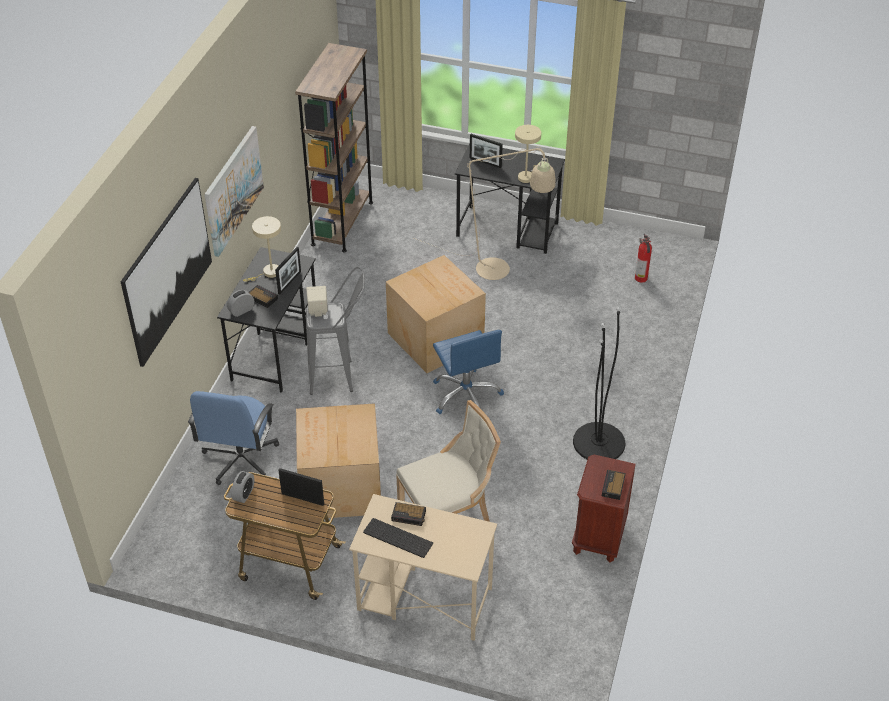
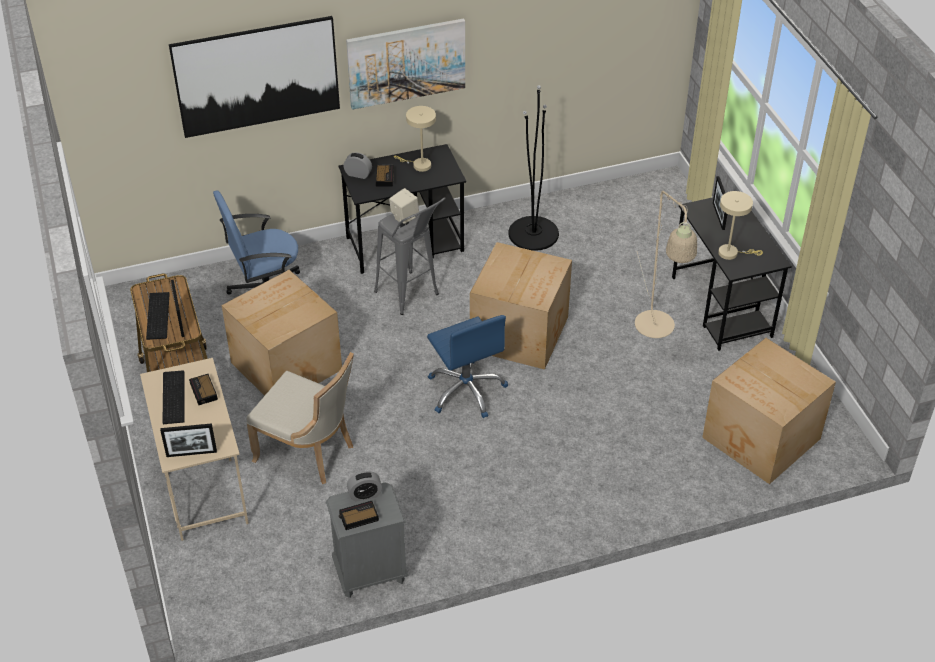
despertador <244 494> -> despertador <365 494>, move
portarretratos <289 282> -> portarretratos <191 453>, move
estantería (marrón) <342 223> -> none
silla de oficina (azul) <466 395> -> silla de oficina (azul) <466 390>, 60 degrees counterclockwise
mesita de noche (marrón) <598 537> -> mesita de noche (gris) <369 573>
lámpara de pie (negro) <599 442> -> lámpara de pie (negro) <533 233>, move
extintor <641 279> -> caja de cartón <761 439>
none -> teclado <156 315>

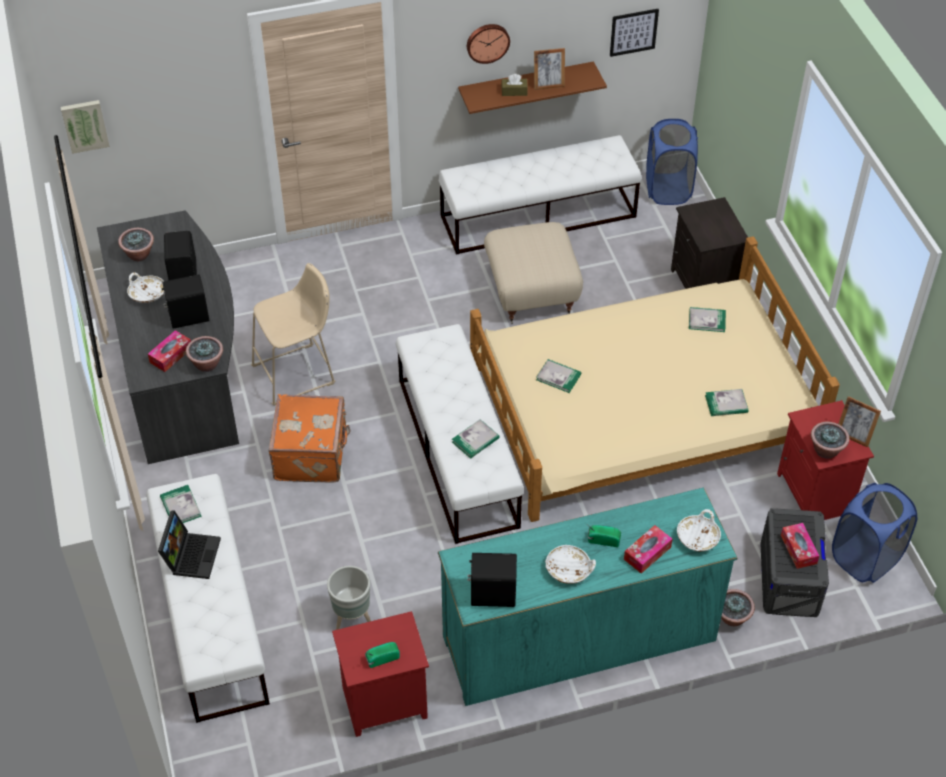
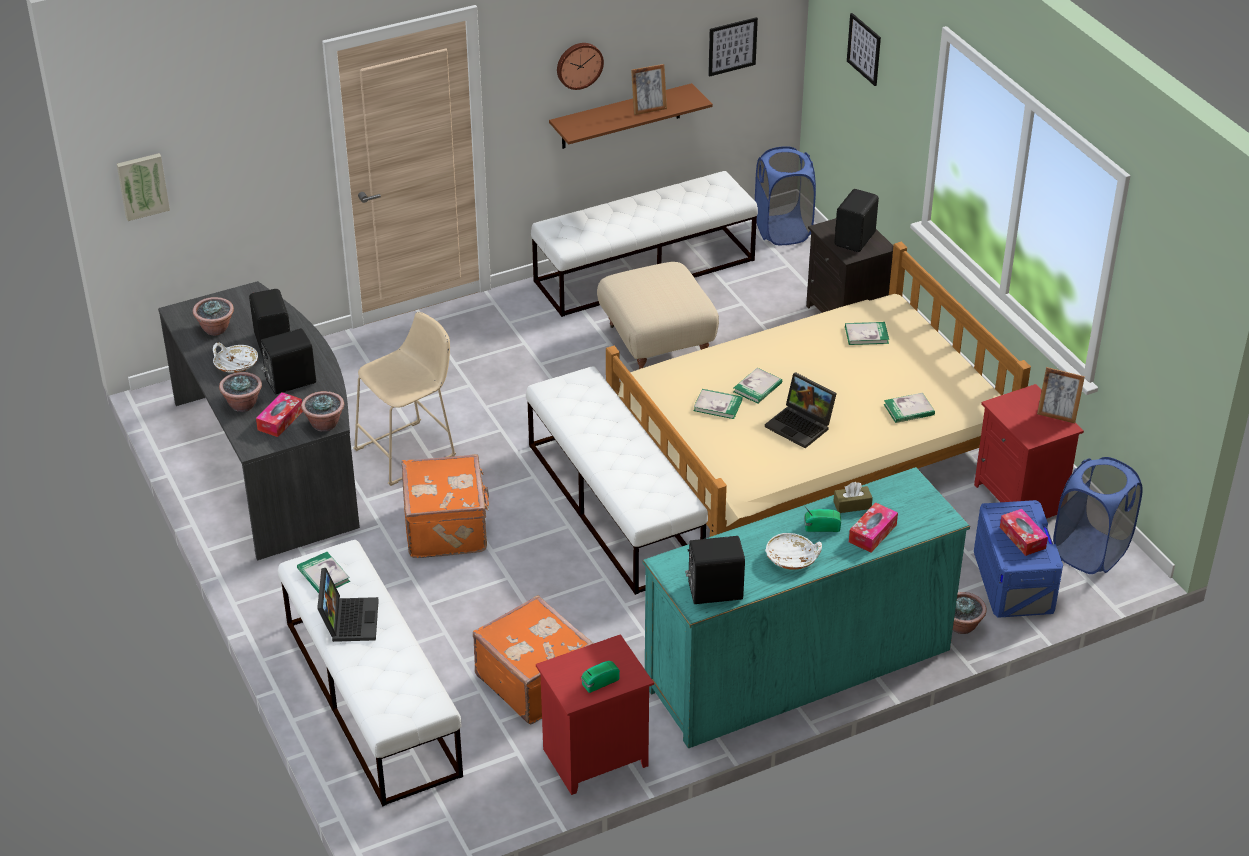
maceta (gris) <351 618> -> maleta (naranja) <535 681>
libro <475 440> -> libro <757 387>, move
caja de pañuelos (marrón) <514 91> -> caja de pañuelos (marrón) <852 505>, move
cuenco (blanco) <698 537> -> none
caja de almacenaje (gris) <789 577> -> caja de almacenaje (azul) <1013 580>
planta en maceta <826 450> -> planta en maceta <243 404>, move
none -> portátil <801 426>
none -> altavoz (negro) <856 239>
none -> cuadro <864 49>

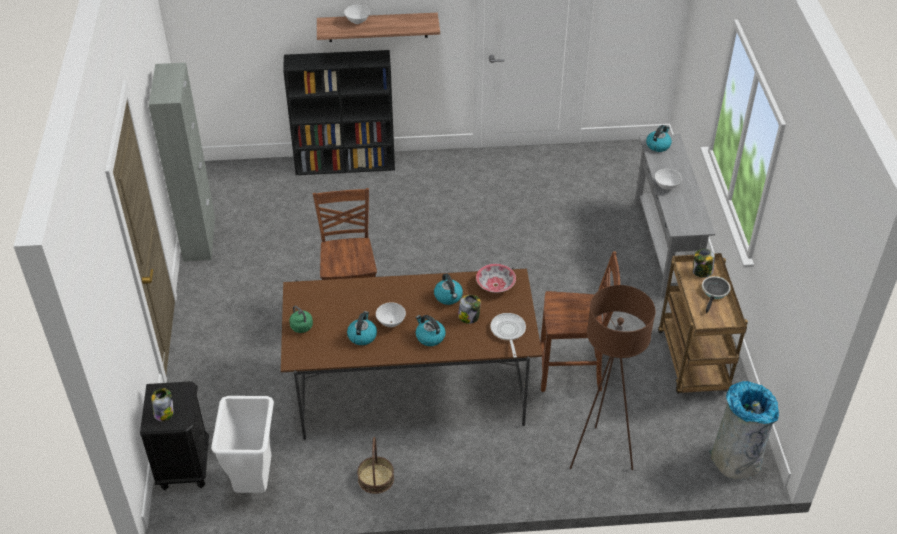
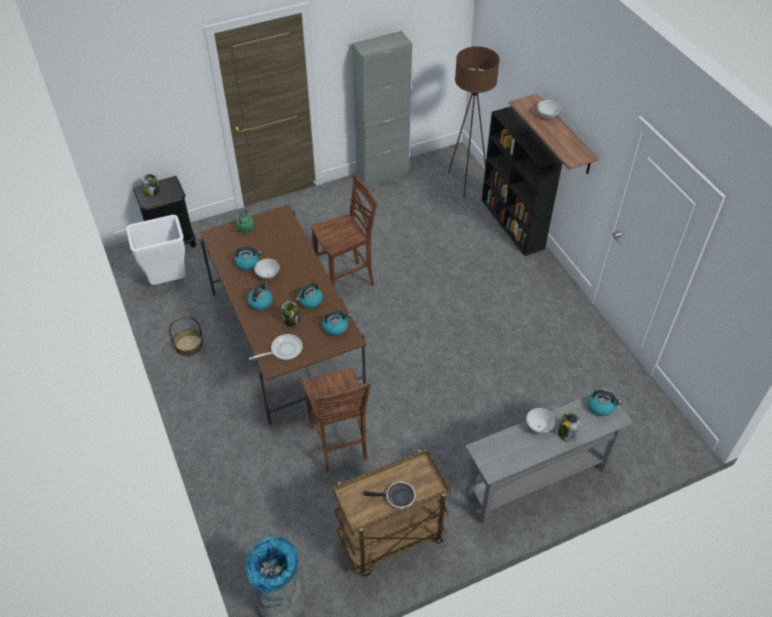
cuenco <495 285> -> hervidor <336 327>
lámpara de pie (marrón) <600 455> -> lámpara de pie (marrón) <466 182>, move
tarro <702 272> -> tarro <566 434>, move

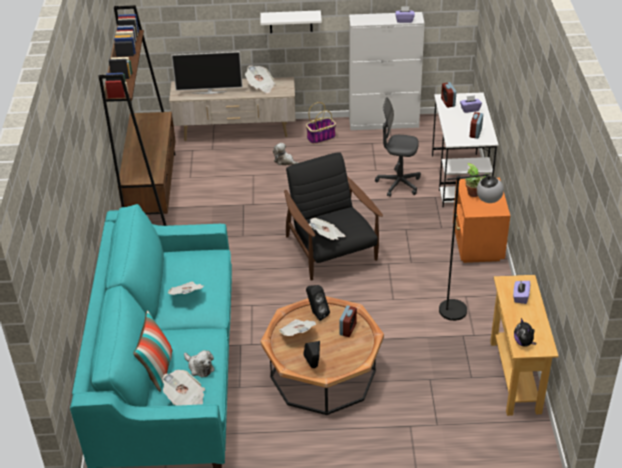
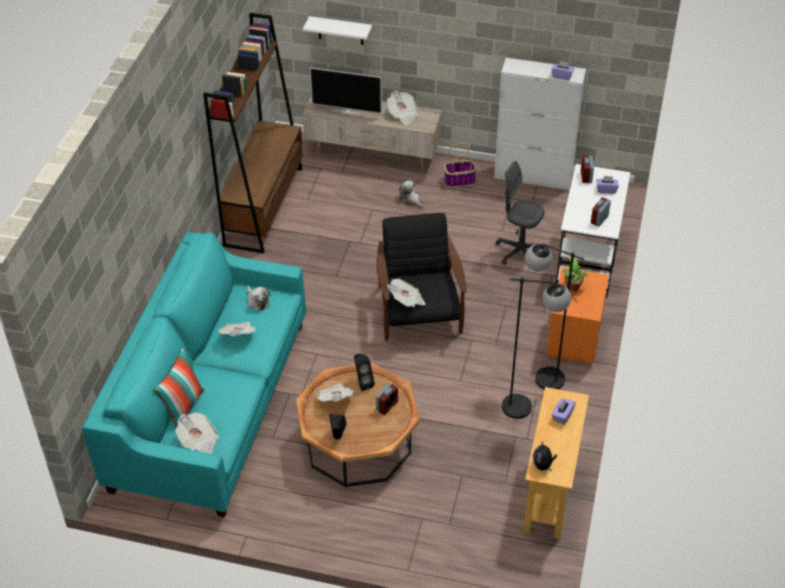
peluche <199 367> -> peluche <257 301>, move
estante (blanco) <291 21> -> estante (blanco) <340 30>, move
none -> lámpara de pie (negro) <540 375>

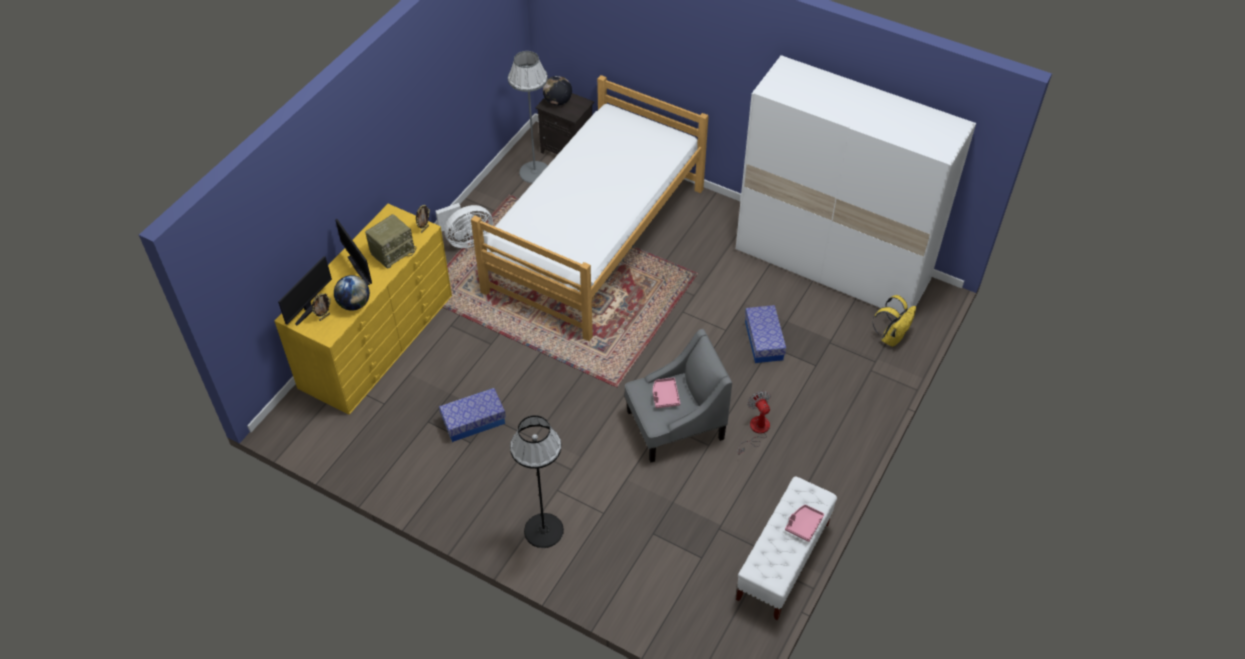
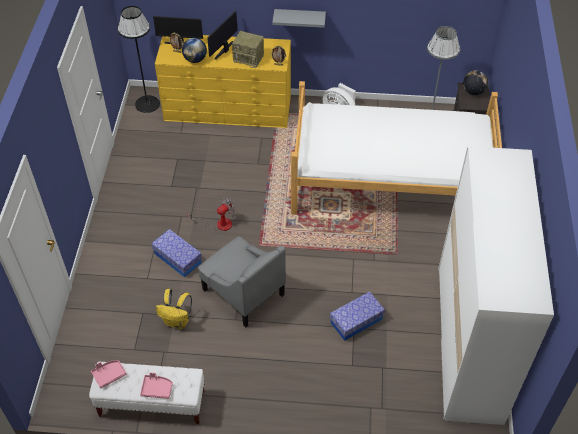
caja de almacenaje <473 421> -> caja de almacenaje <177 258>, move
lámpara de pie (negro) <543 530> -> lámpara de pie (negro) <147 104>, move
bandeja (rosa) <665 396> -> bandeja (rosa) <109 375>, move
ventilador <756 431> -> ventilador <218 224>, move
mochila (amarillo) <891 337> -> mochila (amarillo) <177 321>, move
none -> estante (gris) <299 18>

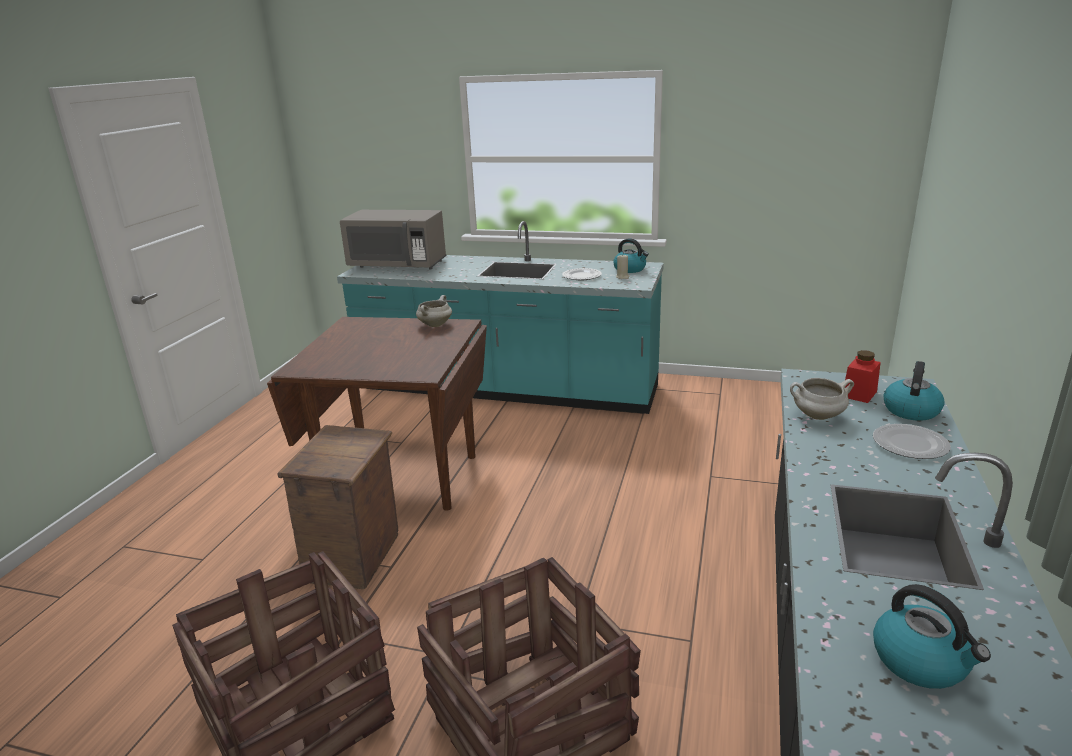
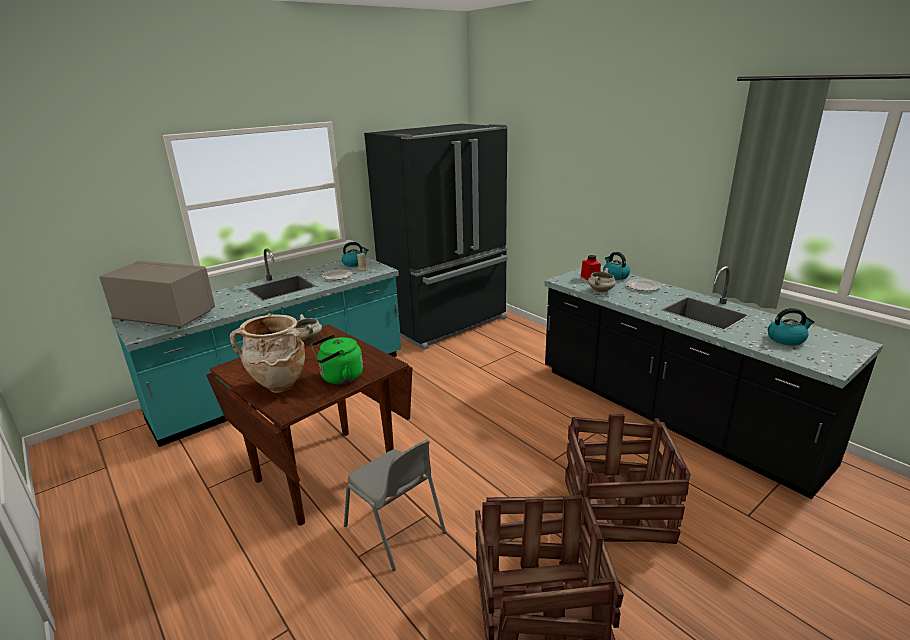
caja de embalaje <354 557> -> silla (gris) <396 529>
microondas (gris) <397 265> -> microondas (gris) <165 317>, 120 degrees counterclockwise
none -> florero (beis) <279 387>
none -> hervidor (verde) <339 377>
none -> nevera (negro) <447 323>

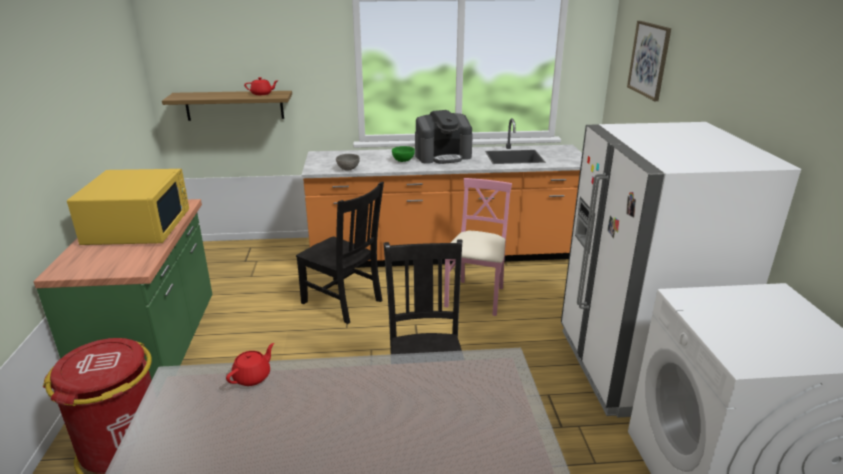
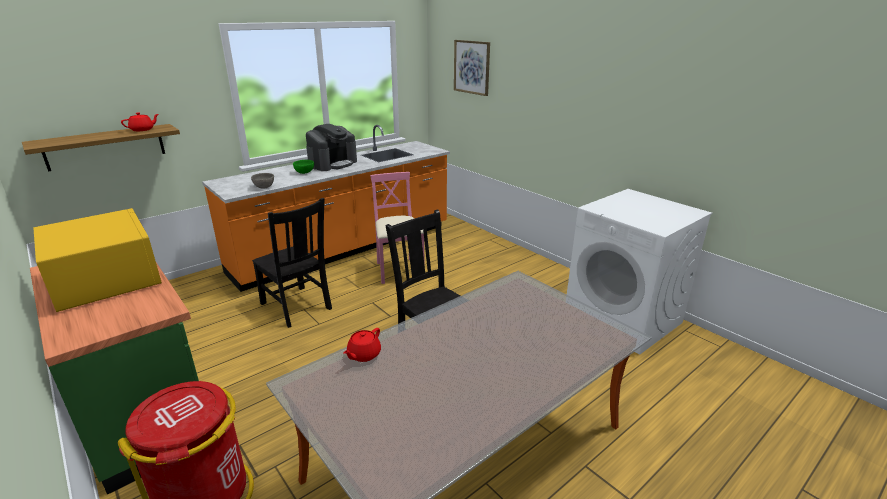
tetera (rojo) <253 377> -> tetera (rojo) <363 355>, 150 degrees counterclockwise
silla (negro) <344 302> -> silla (negro) <297 307>, 45 degrees clockwise
nevera (blanco) <635 368> -> none

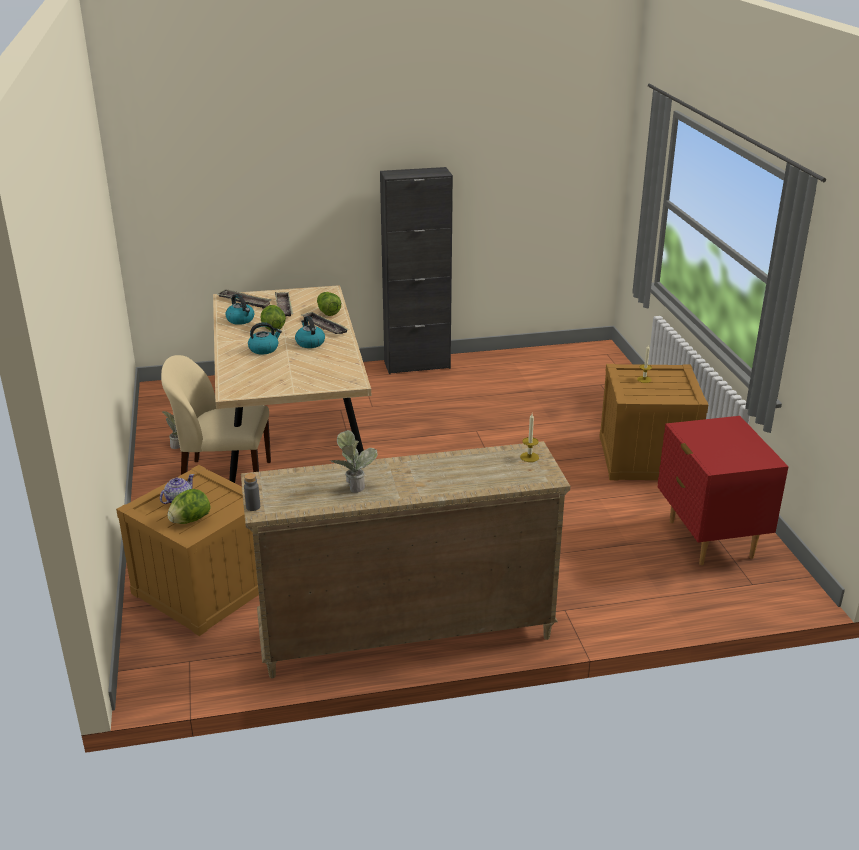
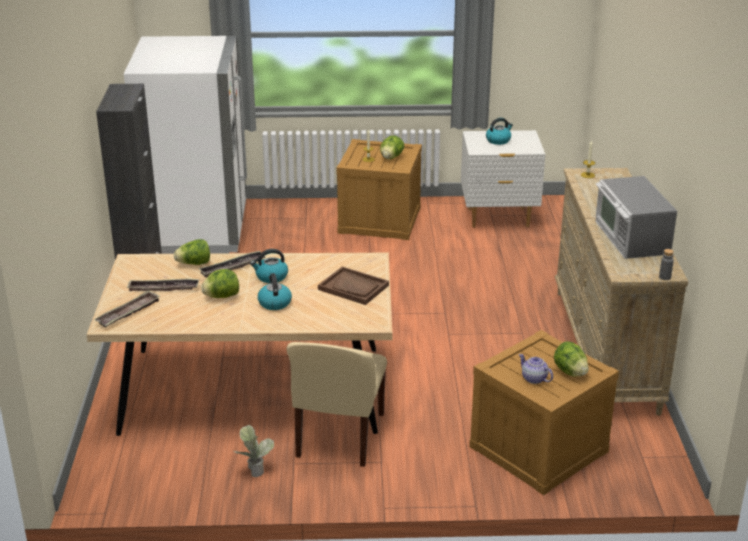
hervidor <241 320> -> hervidor <498 140>, move
planta en maceta <353 485> -> microondas <630 237>
mesita de noche (rojo) <709 539> -> mesita de noche (blanco) <498 218>
none -> nevera (blanco) <197 229>
none -> bandeja (marrón) <353 287>
none -> lechuga <391 158>

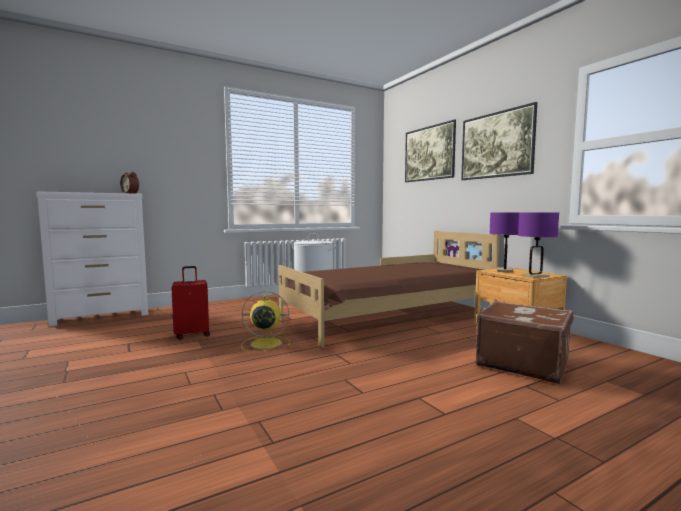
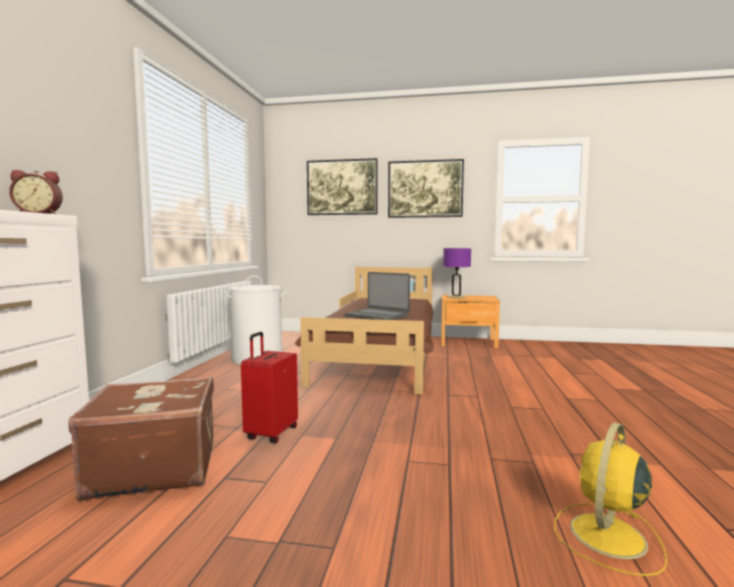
ventilador (amarillo) <264 344> -> ventilador (amarillo) <606 537>, move
maleta (marrón) <522 363> -> maleta (marrón) <154 468>, move
lámpara de mesa (morado) <535 276> -> none
none -> portátil <377 316>

